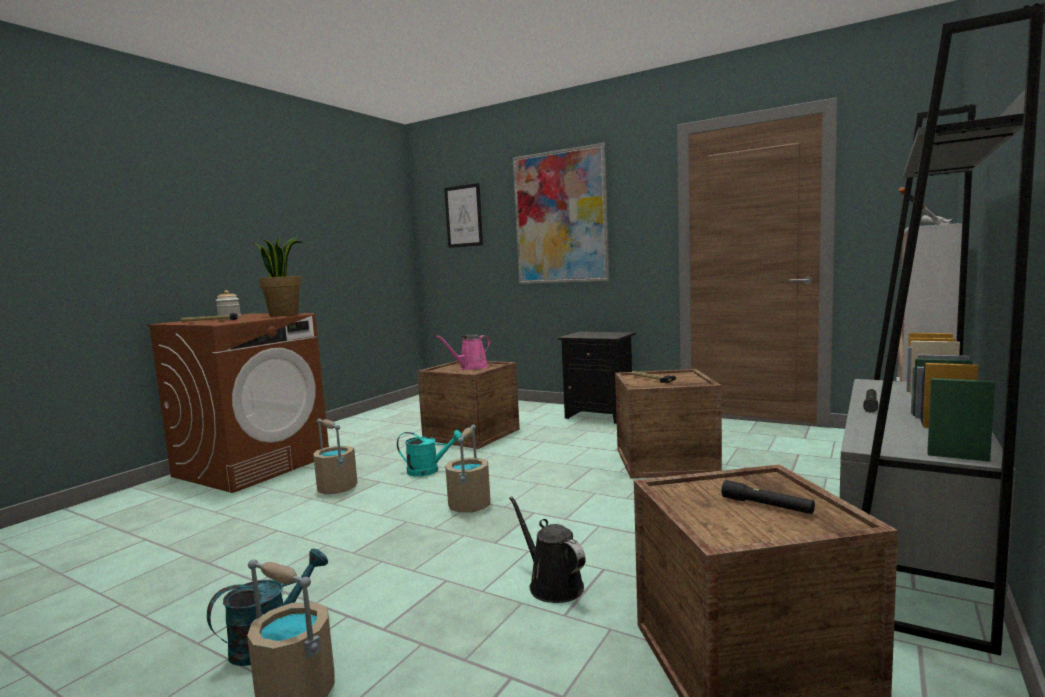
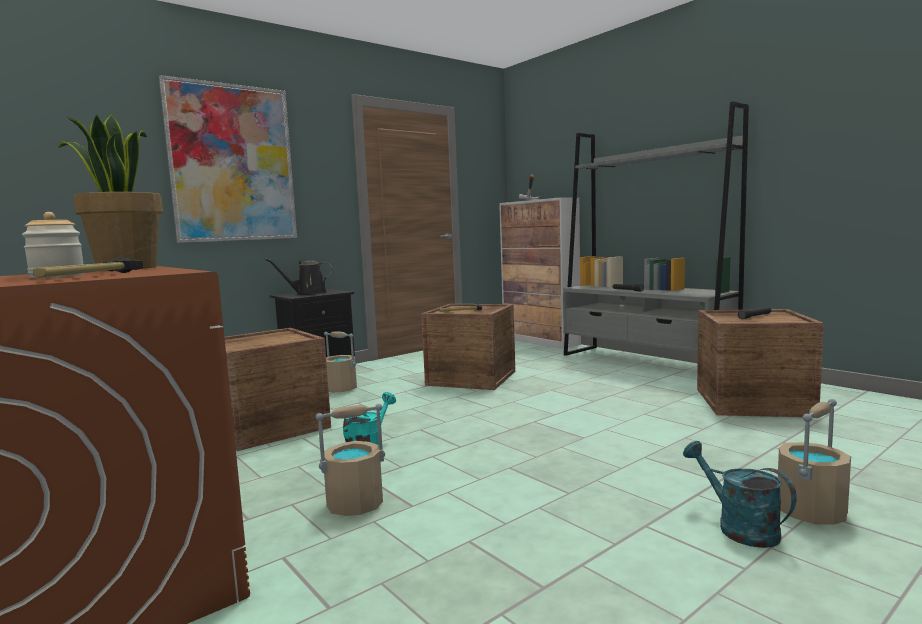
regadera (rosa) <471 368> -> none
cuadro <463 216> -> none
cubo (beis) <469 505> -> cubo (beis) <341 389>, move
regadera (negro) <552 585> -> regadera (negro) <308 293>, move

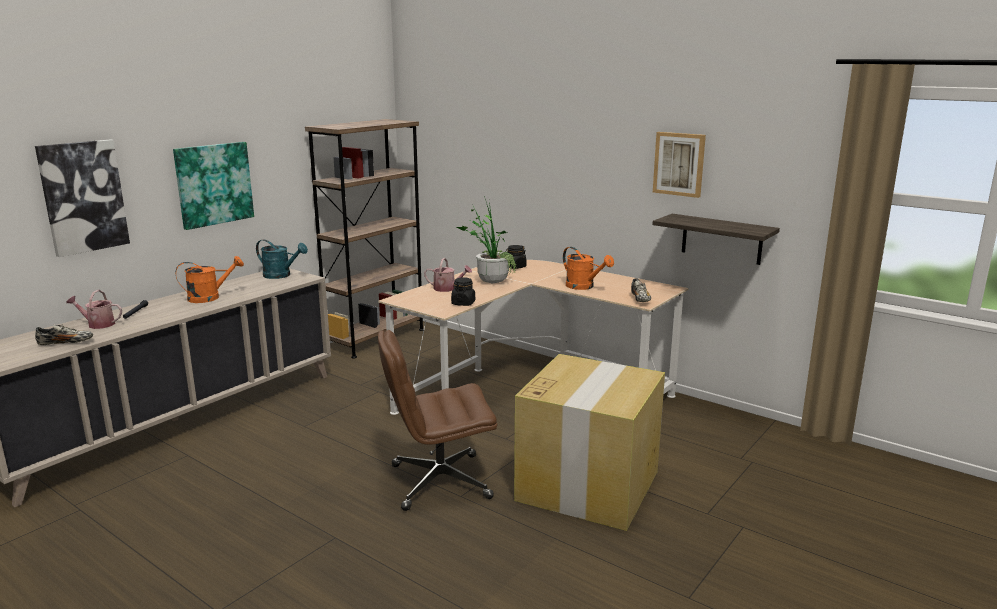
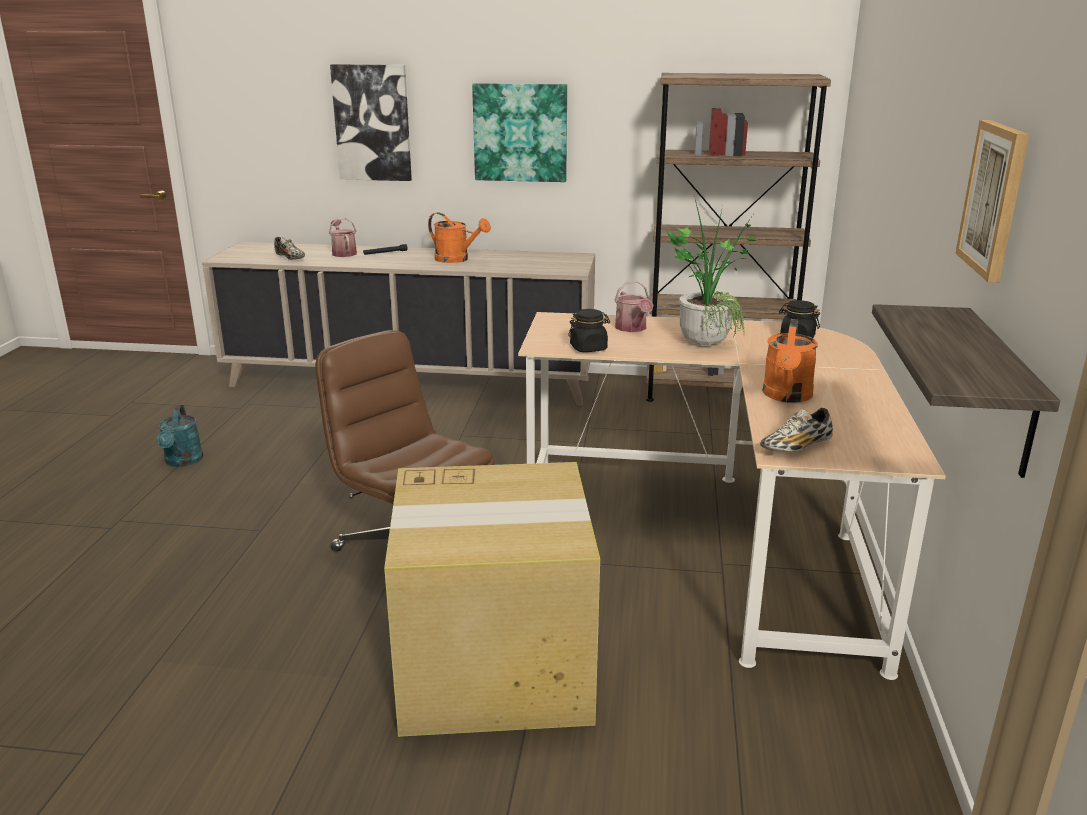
regadera (turquesa) <281 275> -> regadera (turquesa) <182 462>, move

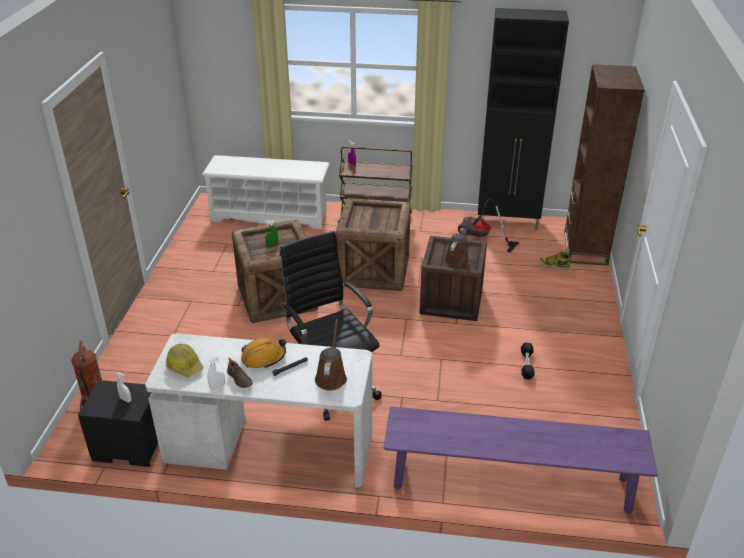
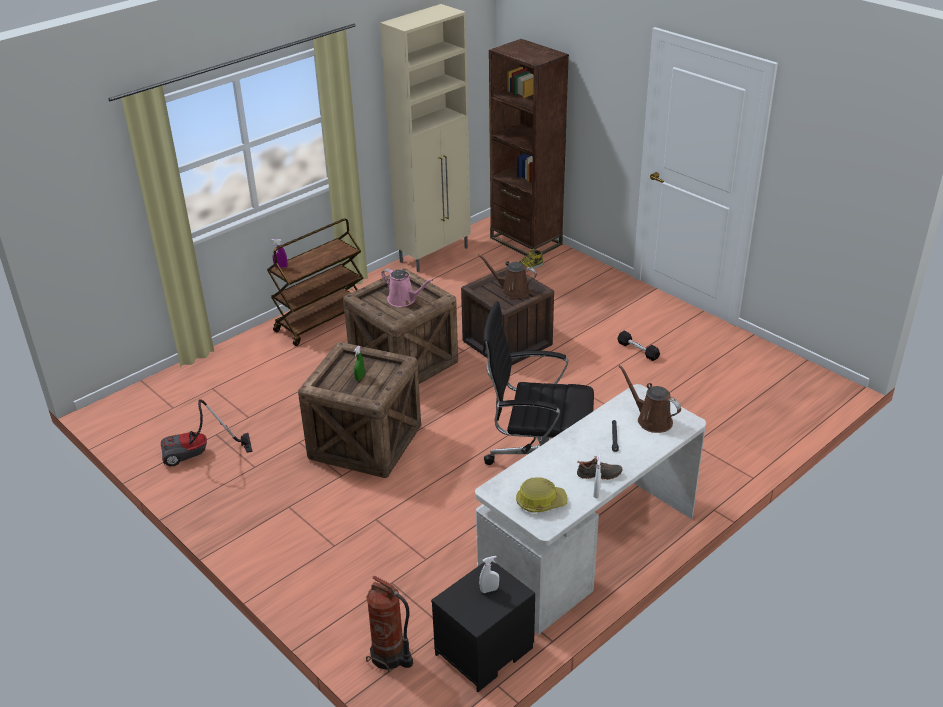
zapatero (blanco) <270 215> -> none
casco (naranja) <263 358> -> none
banco (morado) <510 483> -> none
regadera (marrón) <457 257> -> regadera (marrón) <512 290>, 45 degrees counterclockwise
aspiradora <481 237> -> aspiradora <199 455>, move
armario (negro) <508 222> -> armario (beis) <435 254>
none -> regadera (rosa) <404 300>

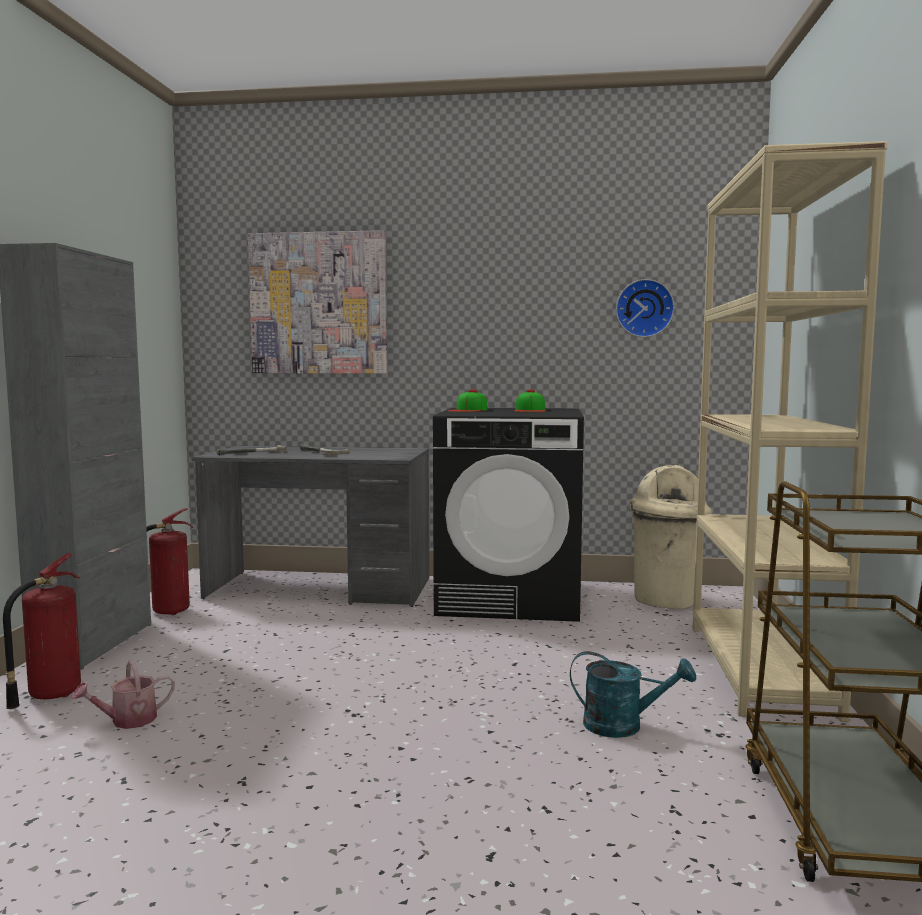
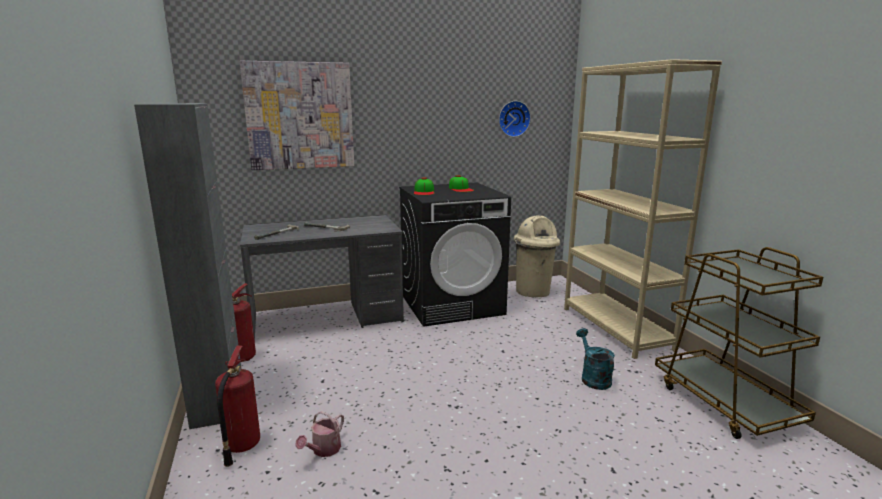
regadera (turquesa) <623 726> -> regadera (turquesa) <593 378>, 90 degrees counterclockwise

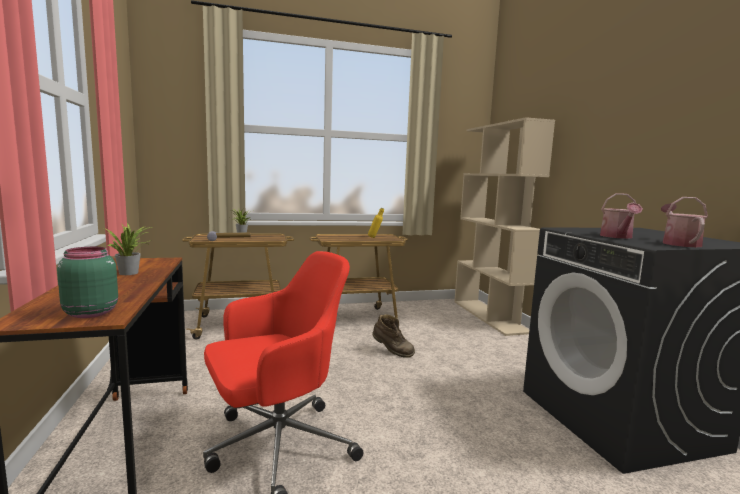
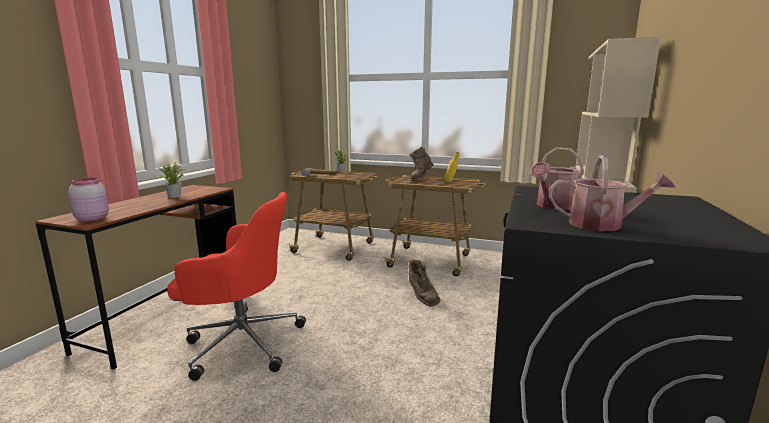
tarro (verde) <89 313> -> tarro (rosa) <92 218>
regadera <678 243> -> regadera <603 225>, 60 degrees clockwise
none -> bota (marrón) <420 179>

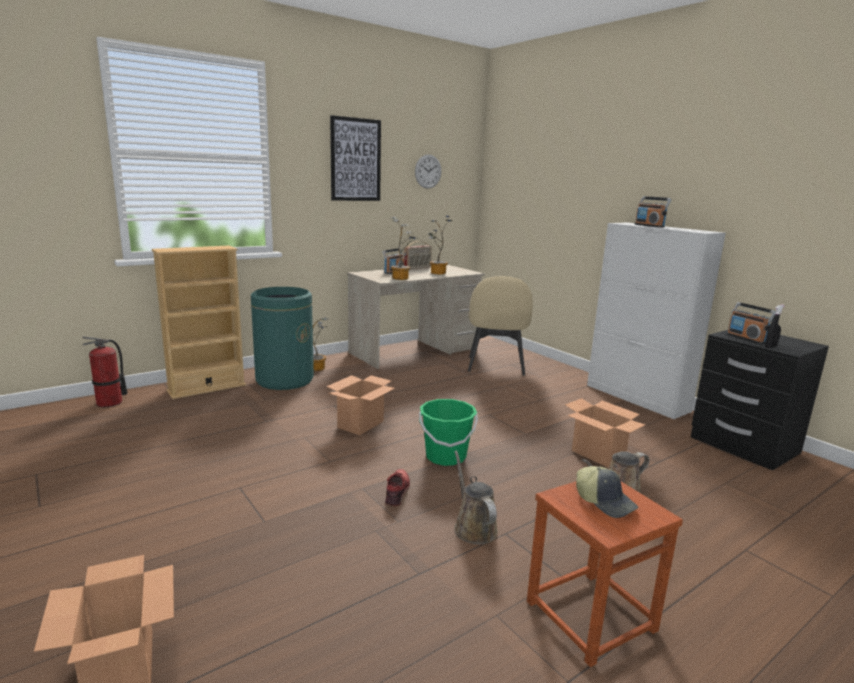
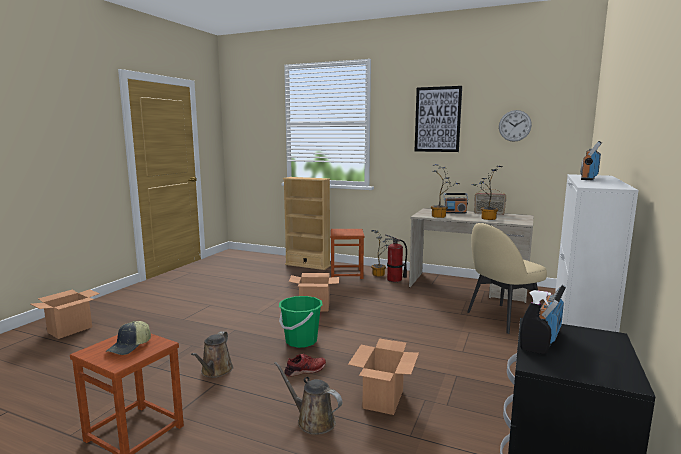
extintor <110 403> -> extintor <394 280>, move
papelera (verde) <284 380> -> taburete (marrón) <346 274>
zapato (rojo) <398 491> -> zapato (rojo) <305 370>, move
regadera (marrón) <473 527> -> regadera (marrón) <215 371>, 150 degrees clockwise

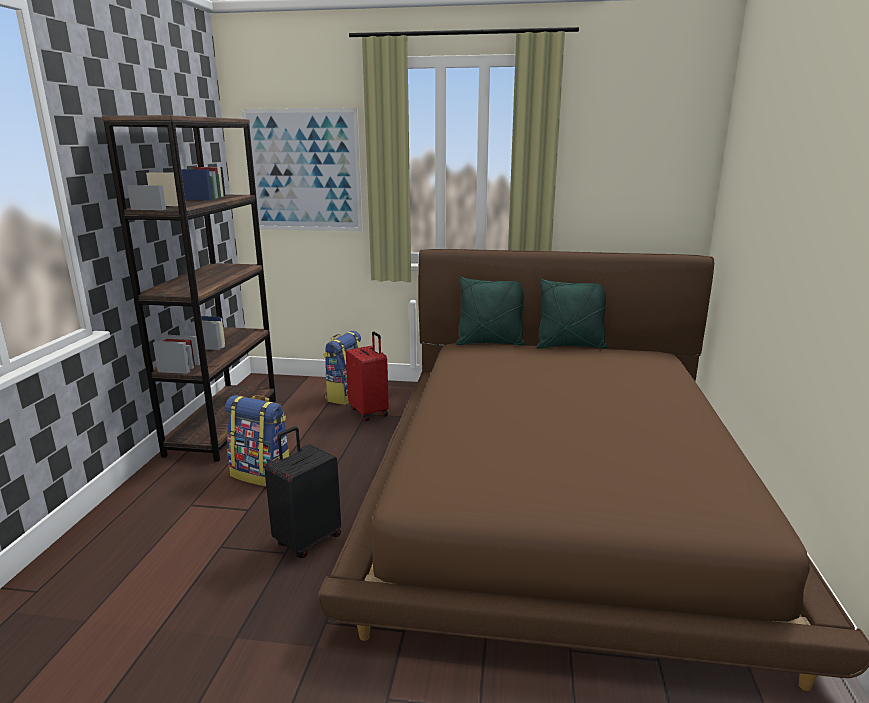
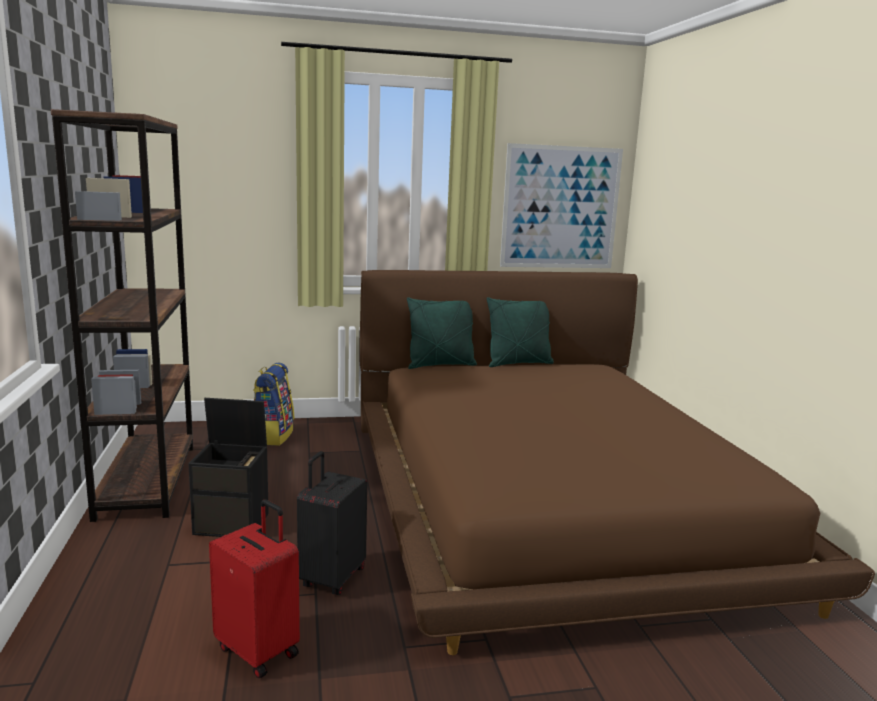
mochila <262 474> -> caja de almacenaje (negro) <233 523>
cuadro <303 171> -> cuadro <560 208>, move
maleta (rojo) <370 412> -> maleta (rojo) <259 650>, move

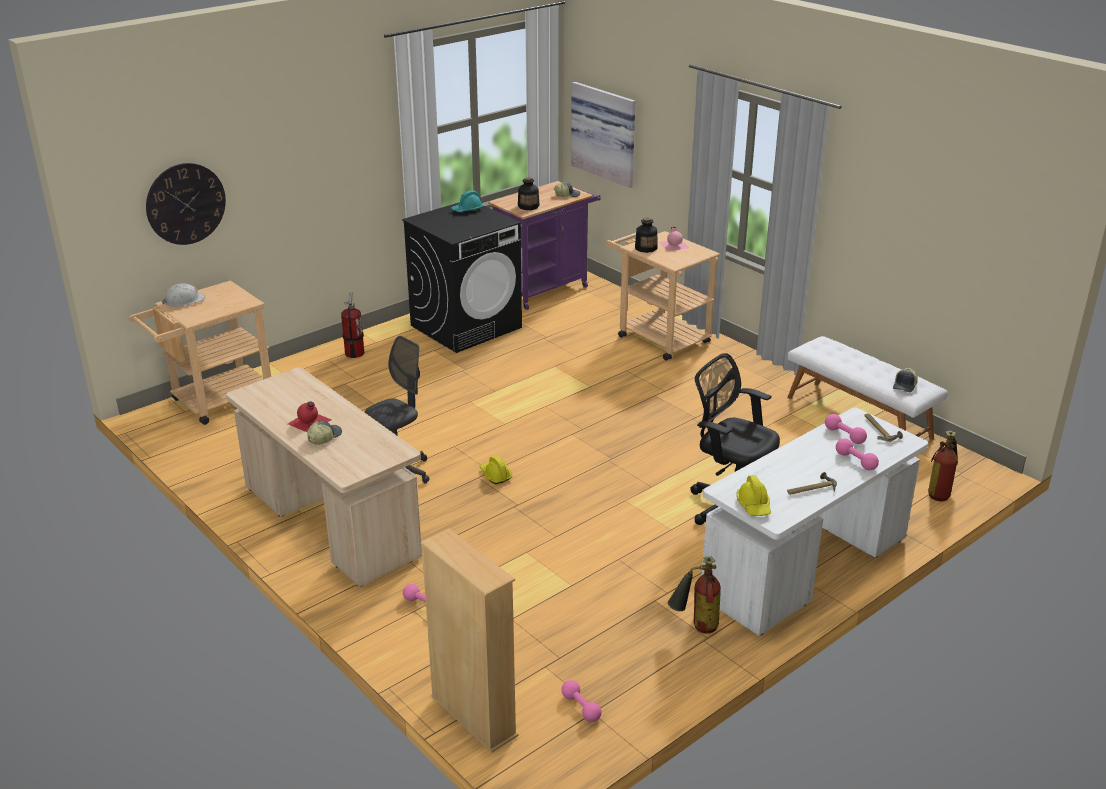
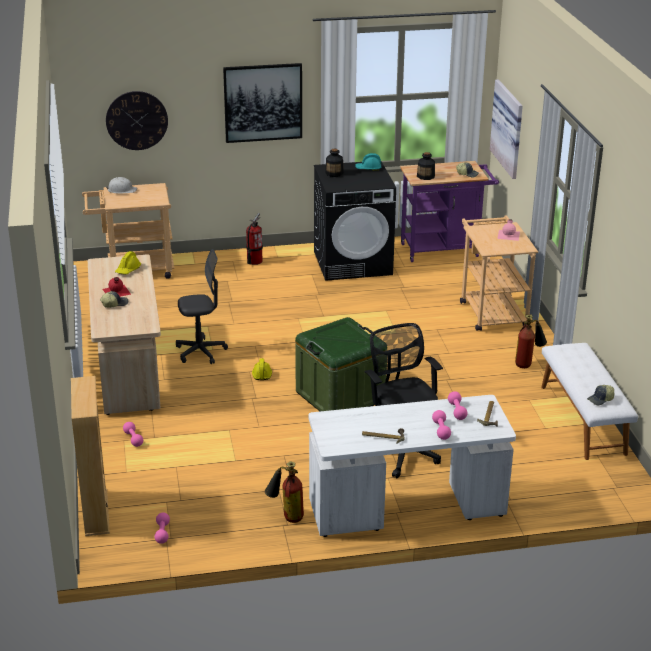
botella <646 248> -> botella <334 173>, move
casco (amarillo) <754 505> -> casco (amarillo) <128 270>, move
extintor <940 492> -> extintor <528 363>, move
none -> cuadro <263 102>
none -> caja de almacenaje (verde) <340 396>

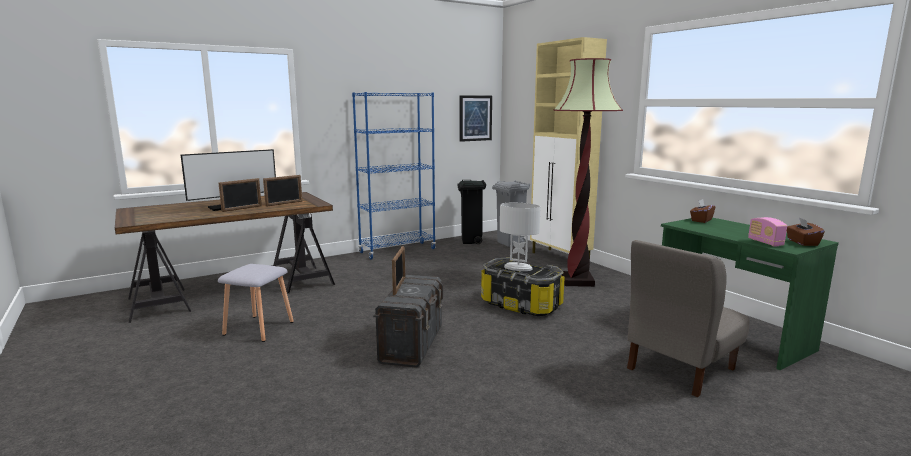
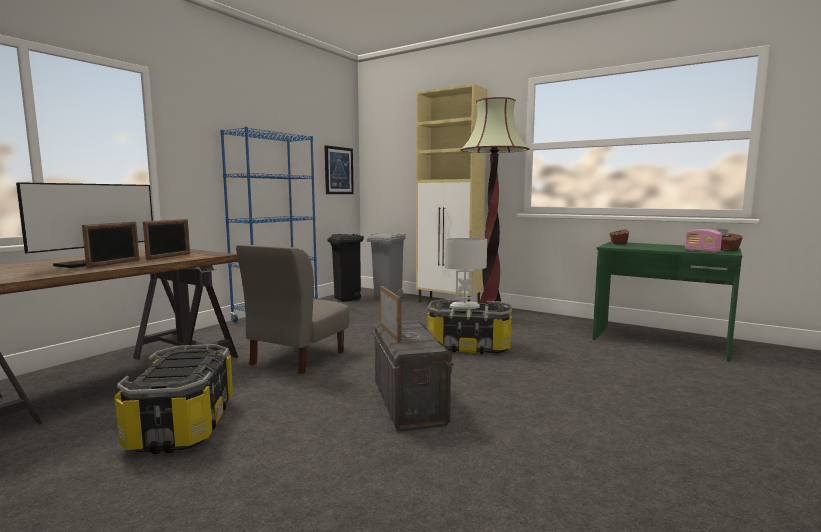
taburete (gris) <258 328> -> caja de almacenaje <183 425>
silla (gris) <679 368> -> silla (gris) <297 358>, move

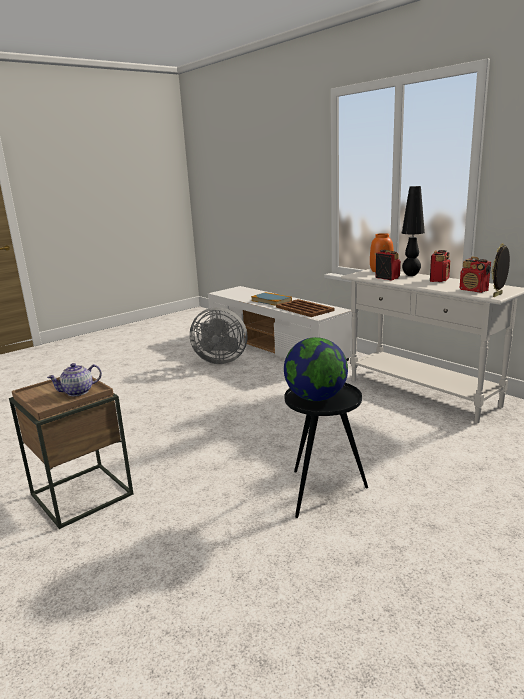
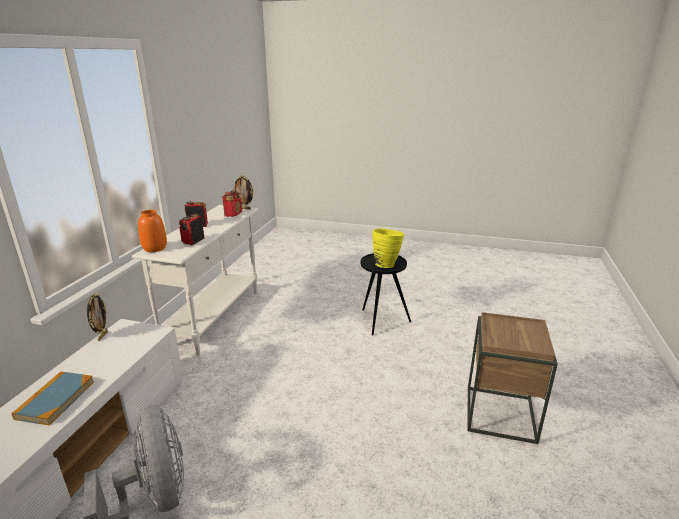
tetera <78 392> -> none
bandeja (marrón) <304 309> -> none
globo terráqueo <316 398> -> florero (amarillo) <386 265>
lámpara de mesa (negro) <411 275> -> none
none -> portarretratos <102 336>

